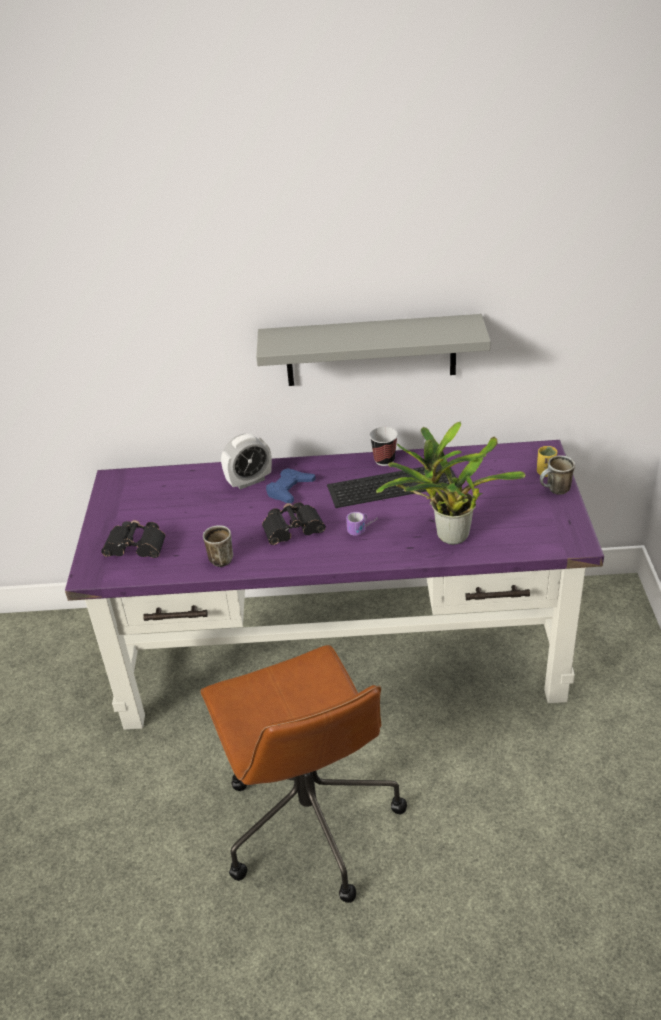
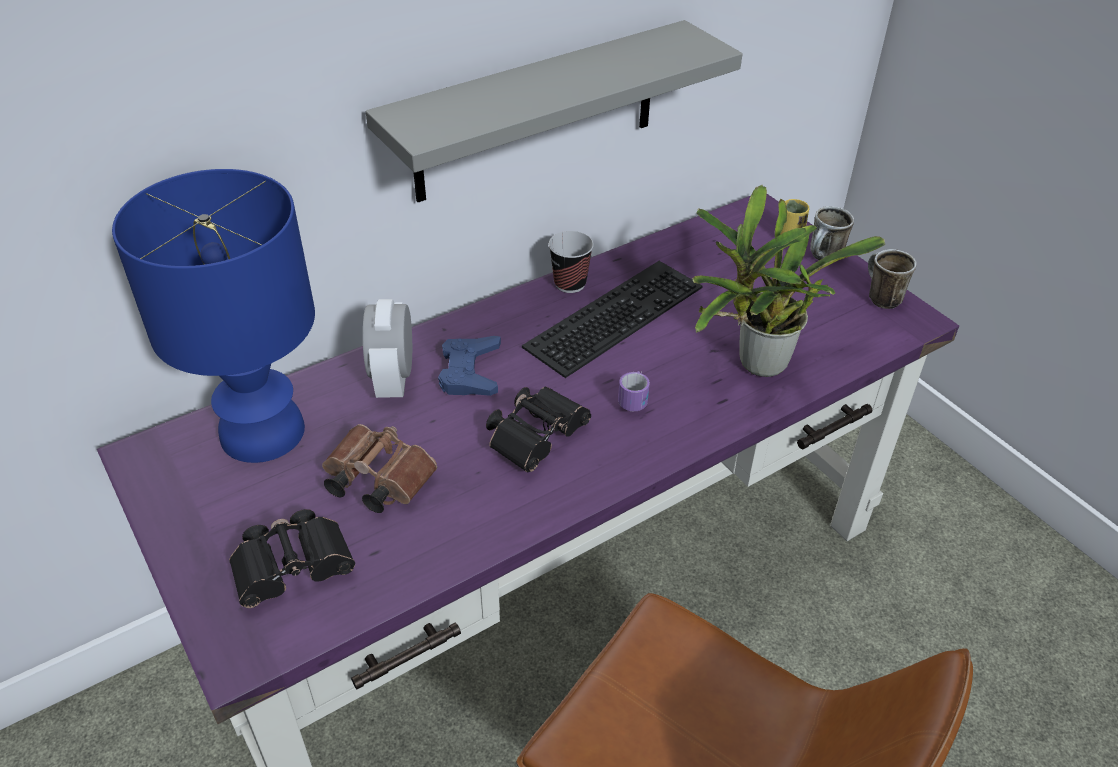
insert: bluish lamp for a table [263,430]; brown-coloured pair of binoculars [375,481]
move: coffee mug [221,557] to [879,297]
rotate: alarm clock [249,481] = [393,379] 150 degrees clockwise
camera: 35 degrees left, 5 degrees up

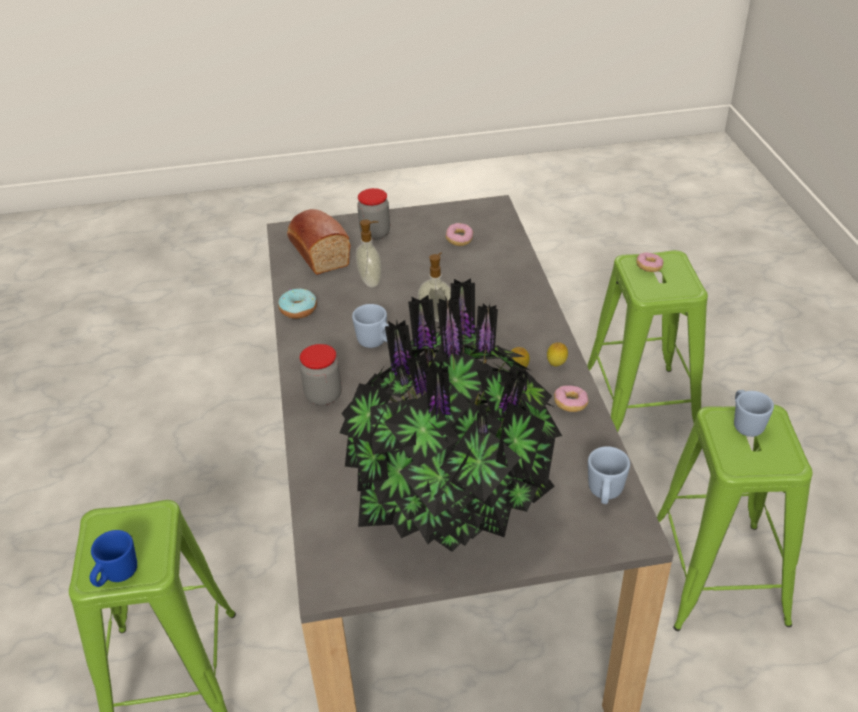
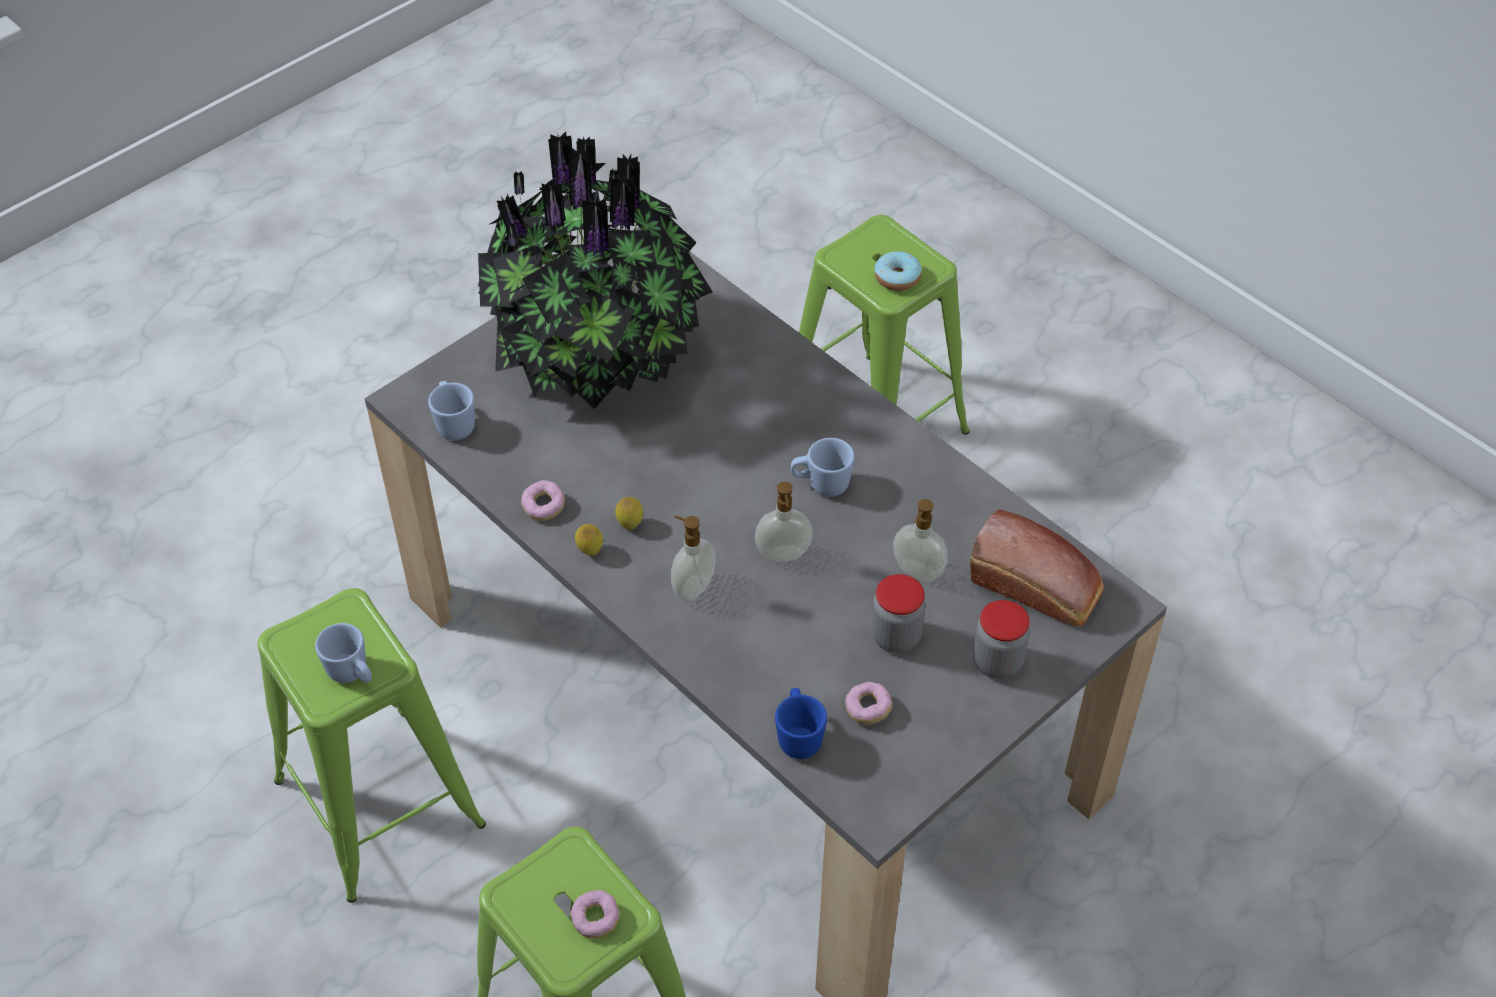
insert: soap dispenser [692,587]
move: bluish coffee mug [116,576] to [798,736]; donut [298,309] to [897,278]; jar [323,396] to [895,636]
camera: 145 degrees right, 10 degrees up

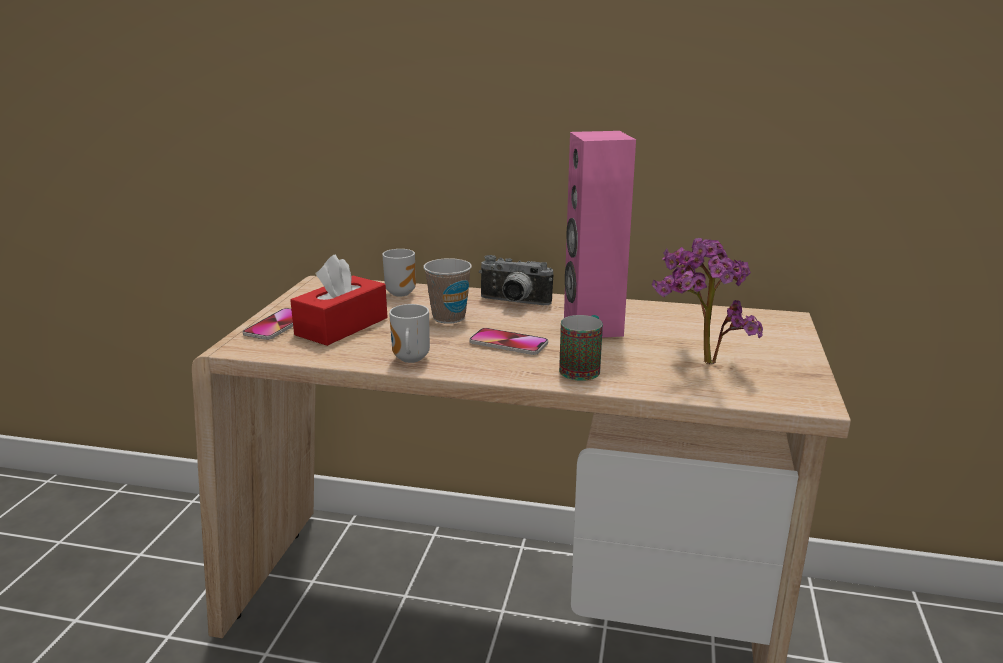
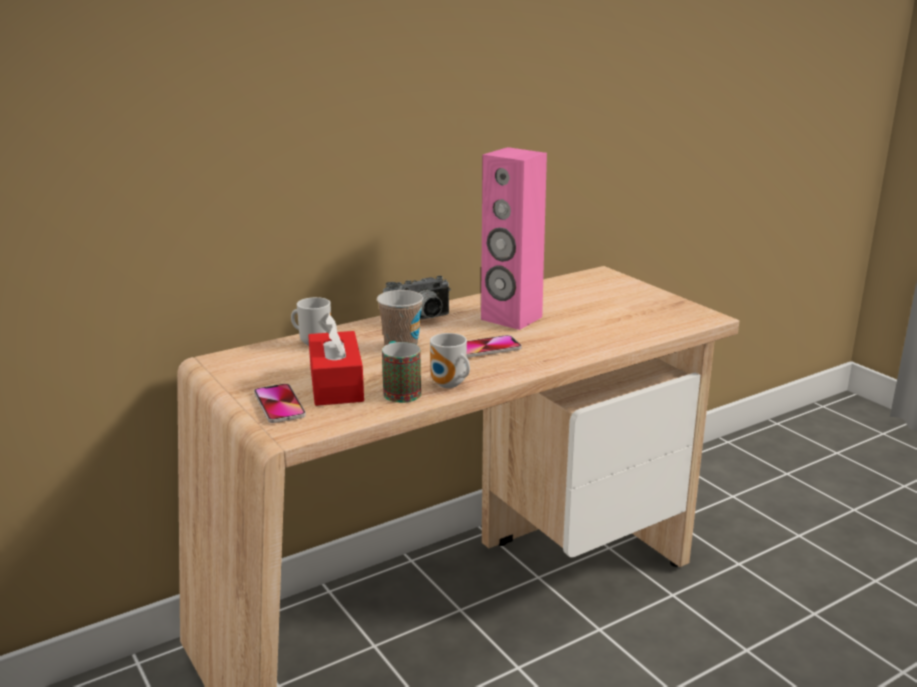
delete: plant in a pot [699,363]
move: coffee mug [583,368] to [400,391]
camera: 45 degrees left, 0 degrees up

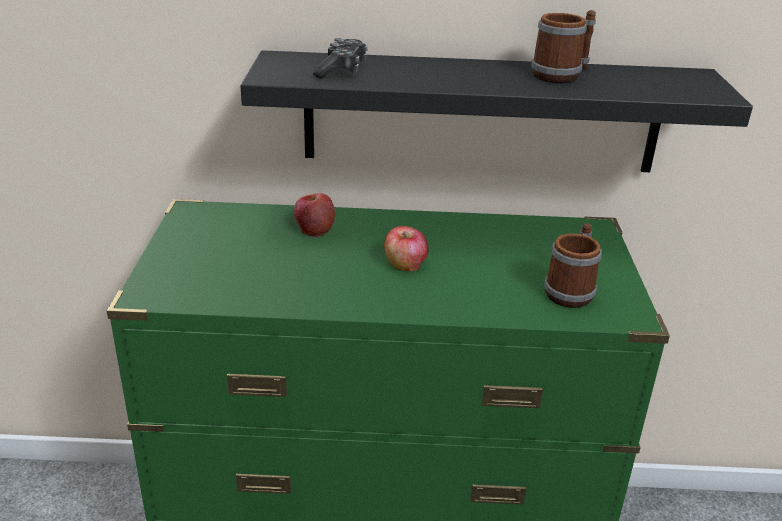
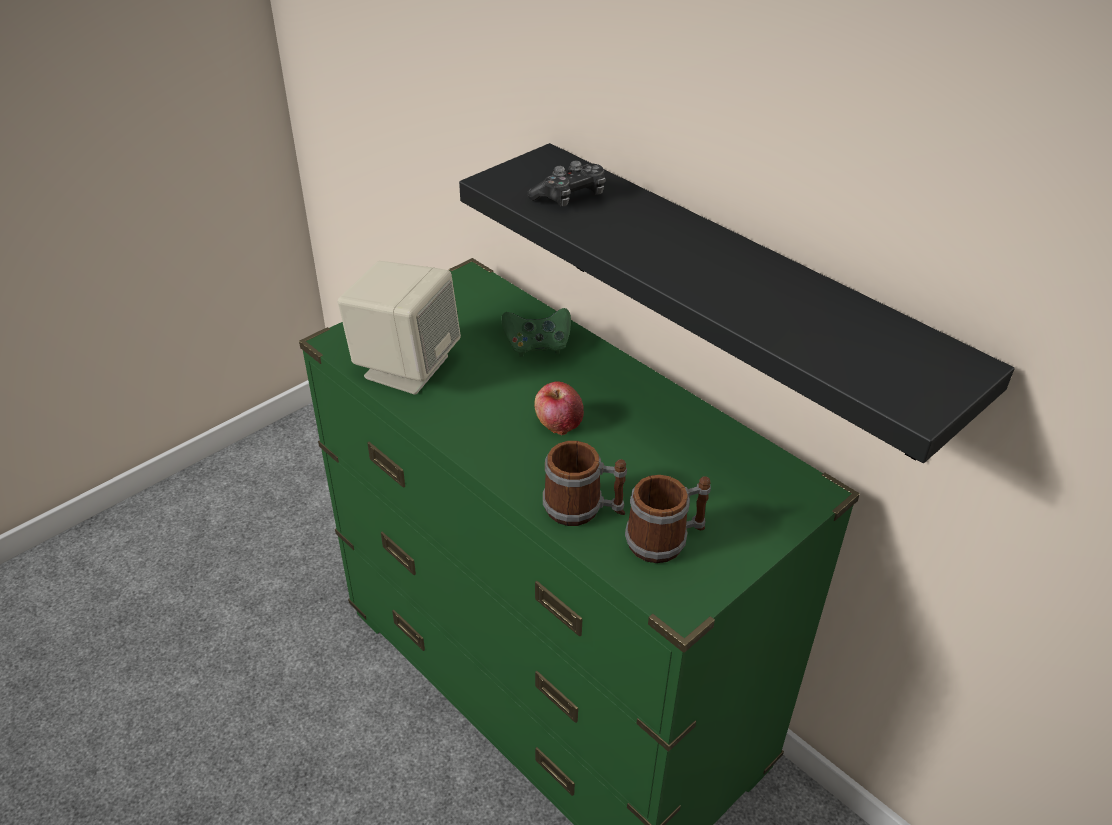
insert: beige audio speaker [405,366]
move: coffee mug [562,75] to [583,509]
replace: whole apple [314,229] to greenish game controller [537,345]
camera: 45 degrees right, 10 degrees up

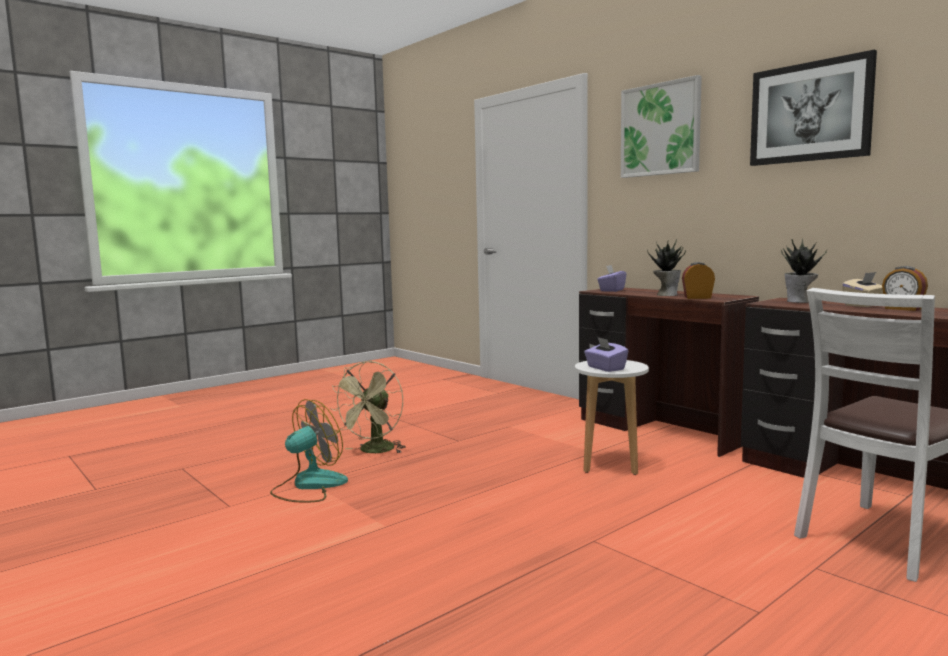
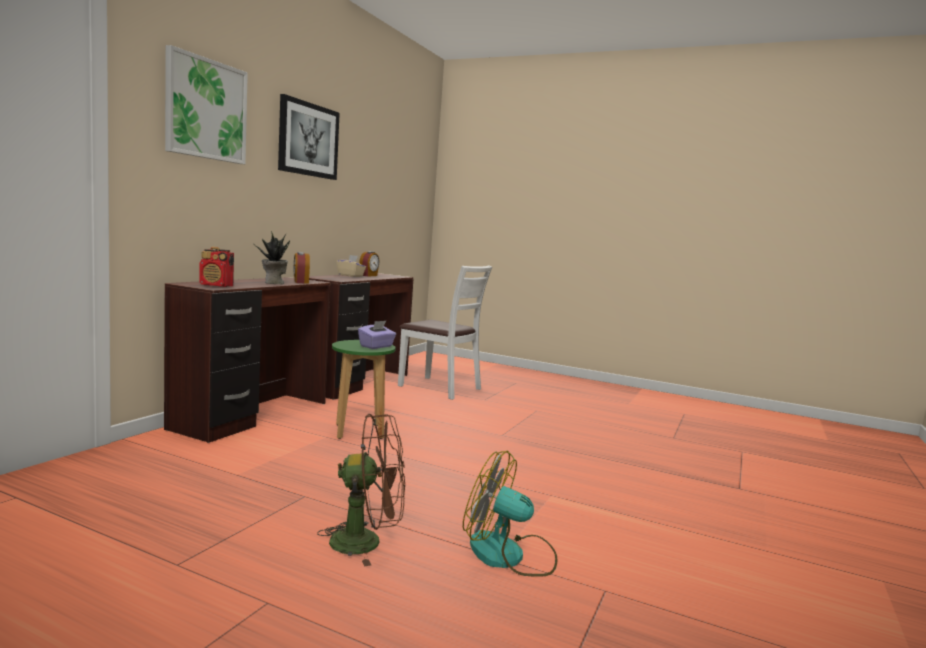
delete: plant in a pot [799,301]
replace: purplish box of tissues [611,290] to radio set [216,285]
recolor: greenish electric fan [374,451] to brown-coloured electric fan [367,542]; white-coloured stool [610,465] to greenish stool [359,431]
camera: 115 degrees left, 0 degrees up

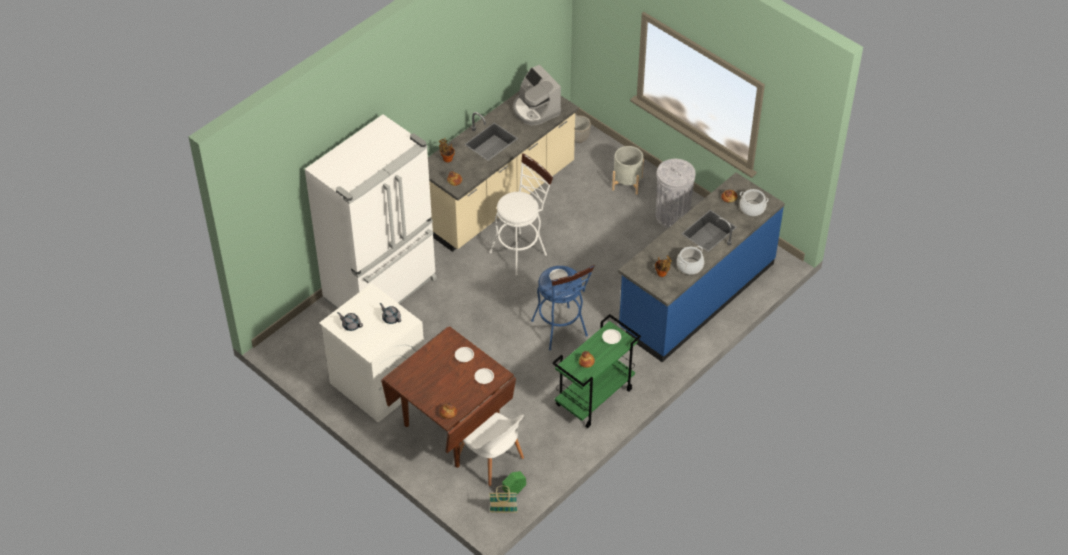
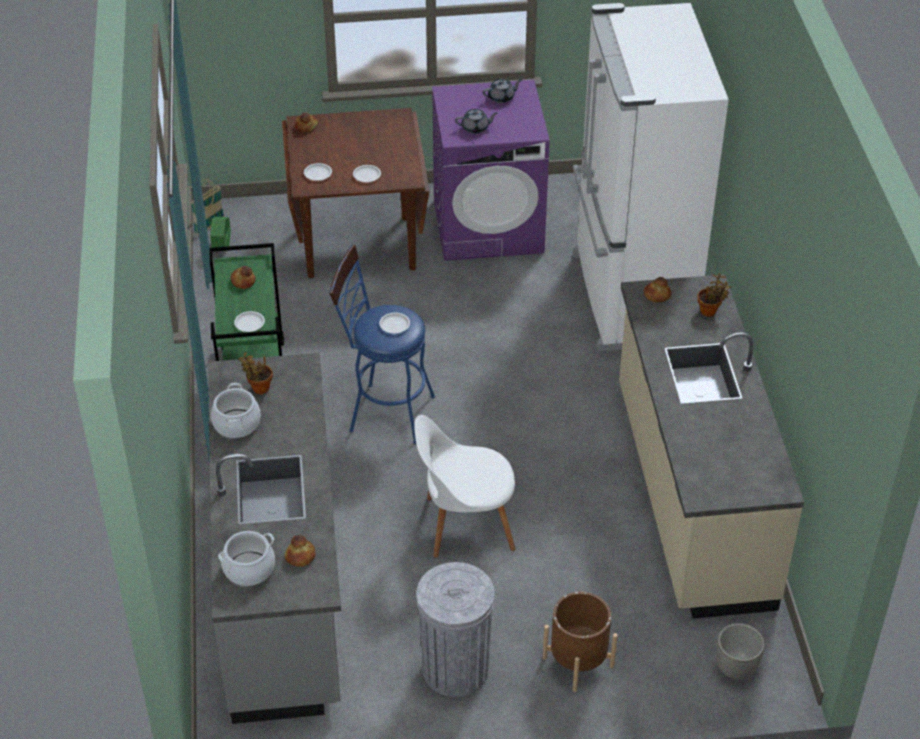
delete: white-coloured stool [521,251]; coffee maker [535,109]
move: white-coloured plain chair [491,460] to [465,524]
recolor: white-coloured laundry machine [377,383] to purplish laundry machine [489,226]; gray planter [627,183] to brown-coloured planter [578,662]; bluish kitchen counter [696,296] to gray kitchen counter [282,585]
camera: 130 degrees right, 5 degrees down

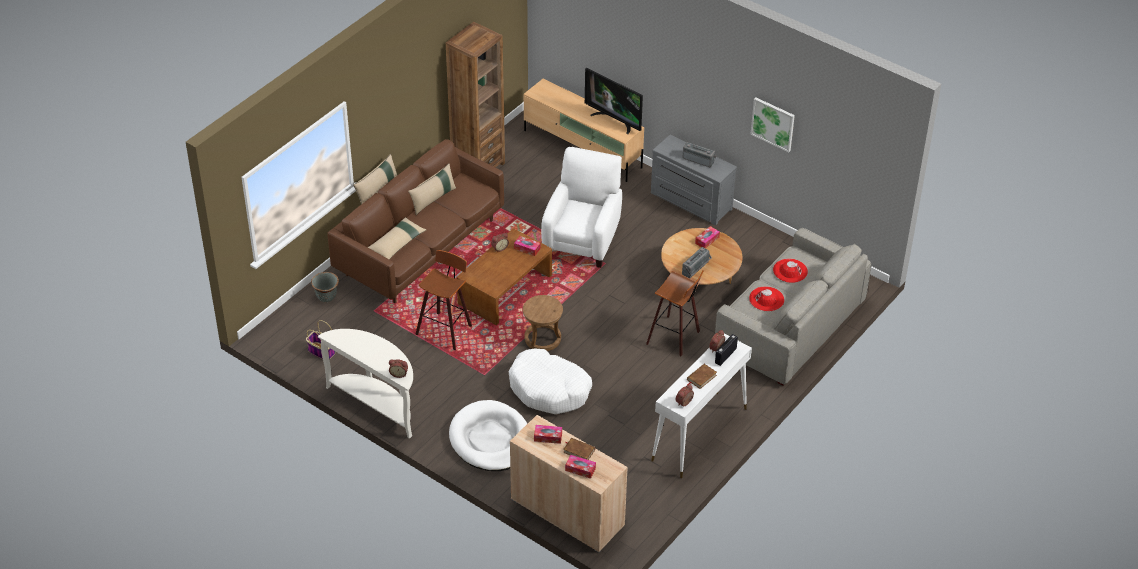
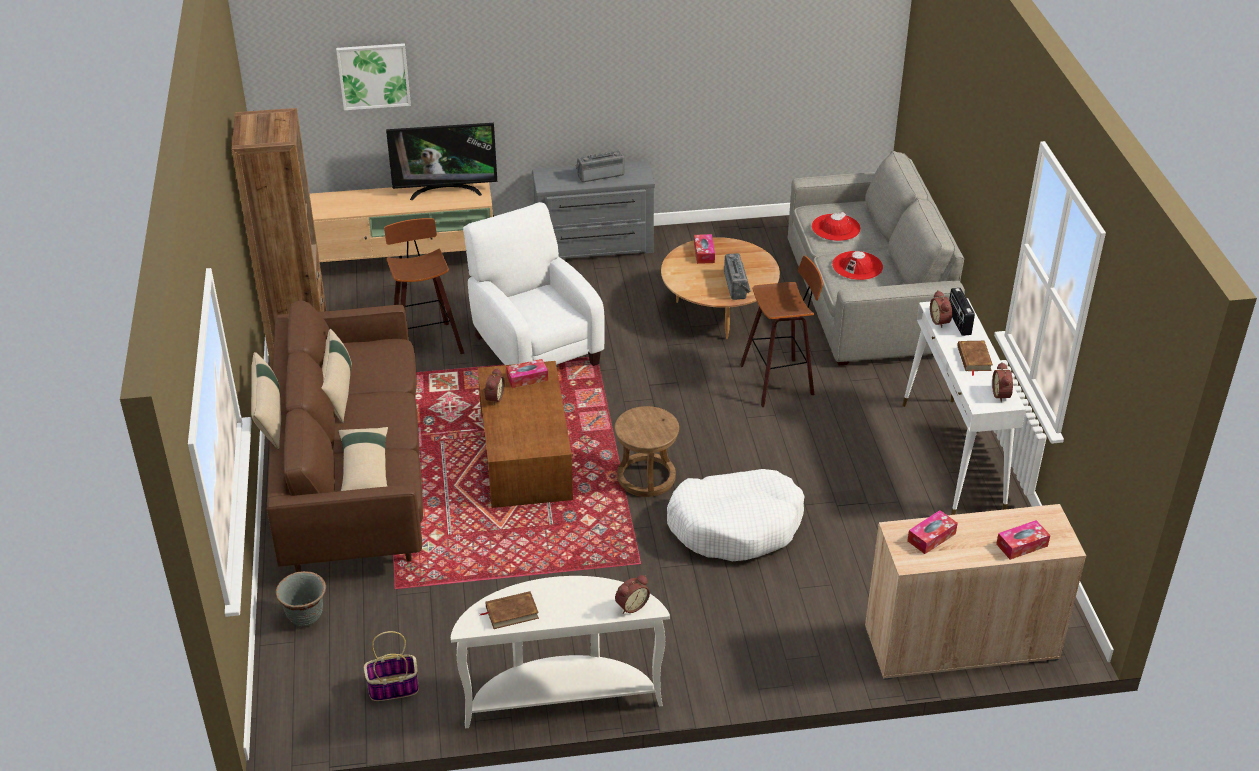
delete: white-coloured dog bed [490,439]
move: stool [445,329] to [424,342]; brown-coloured book [579,451] to [511,612]; wall picture [773,124] to [374,76]
camera: 45 degrees left, 5 degrees down

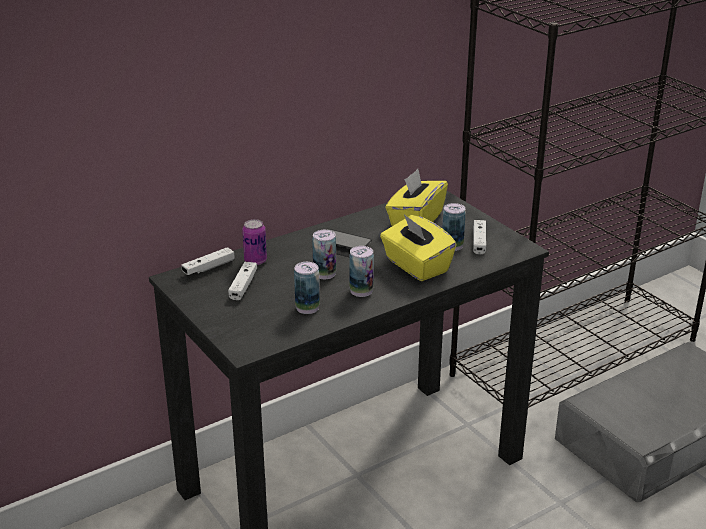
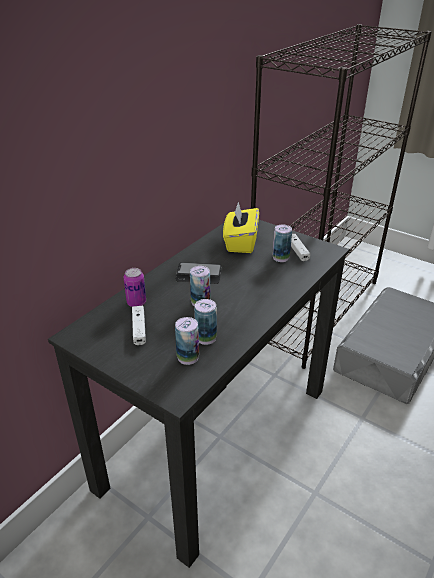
delete: white-coloured game controller [208,268]; yellowish box of tissues [416,266]
move: can [361,291] to [188,357]
camera: 20 degrees left, 5 degrees up

